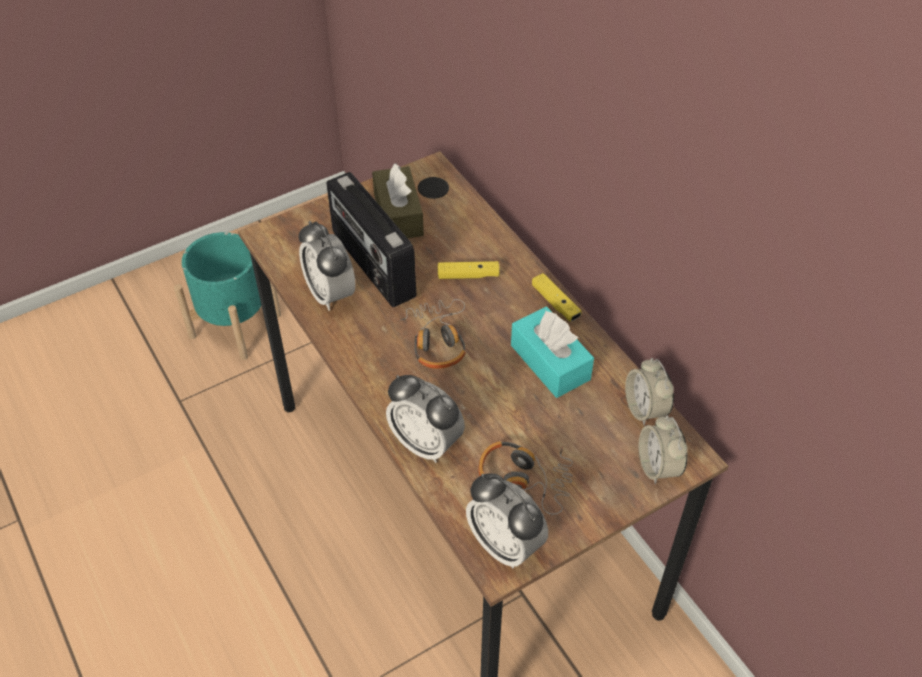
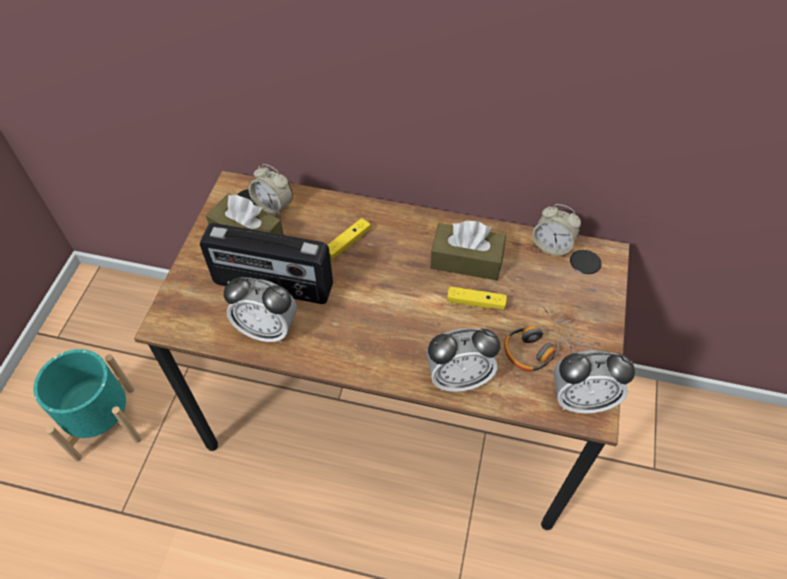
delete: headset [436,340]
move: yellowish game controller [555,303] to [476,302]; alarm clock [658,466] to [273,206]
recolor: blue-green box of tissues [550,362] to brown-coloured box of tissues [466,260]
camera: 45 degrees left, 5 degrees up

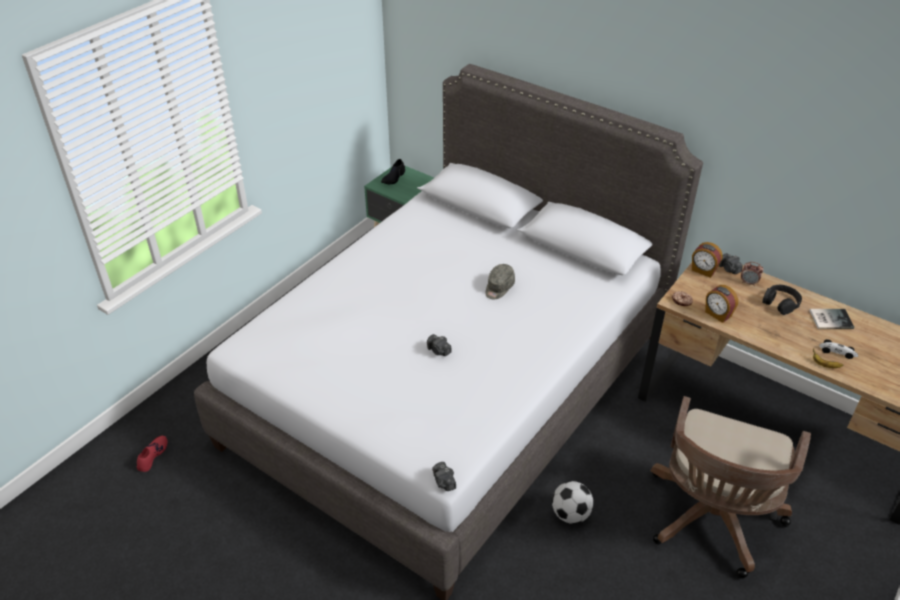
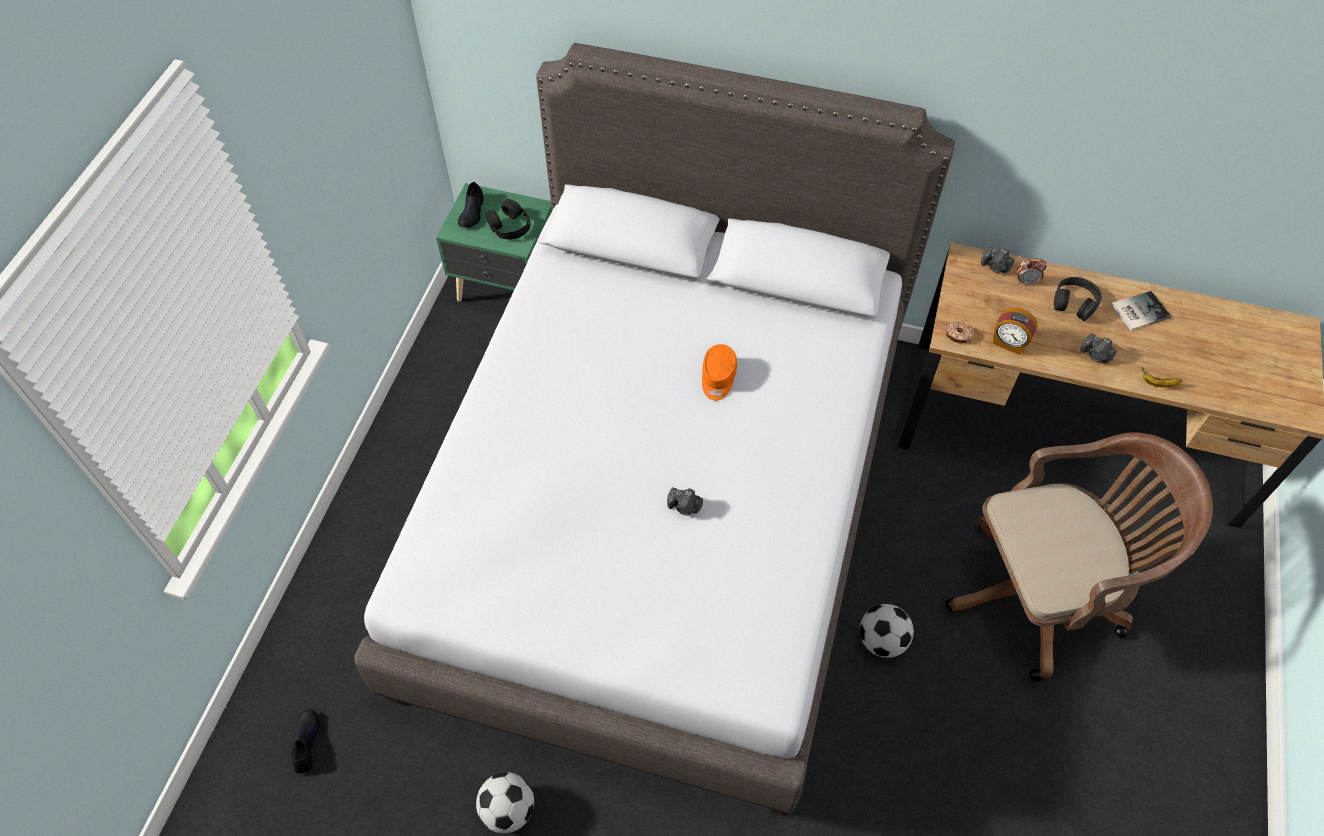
delete: alarm clock [703,271]; miniature car [837,352]
insert: football ball [508,809]; blackish headset [510,226]
move: still camera [444,482] to [1095,355]
recolor: reddish low shoe [152,455] to blackish low shoe [305,742]; gray baseball cap [499,288] to orange-coloured baseball cap [718,378]
rotate: brown-coloured office chair [711,521] = [1043,594] 105 degrees counterclockwise
camera: 20 degrees left, 15 degrees up

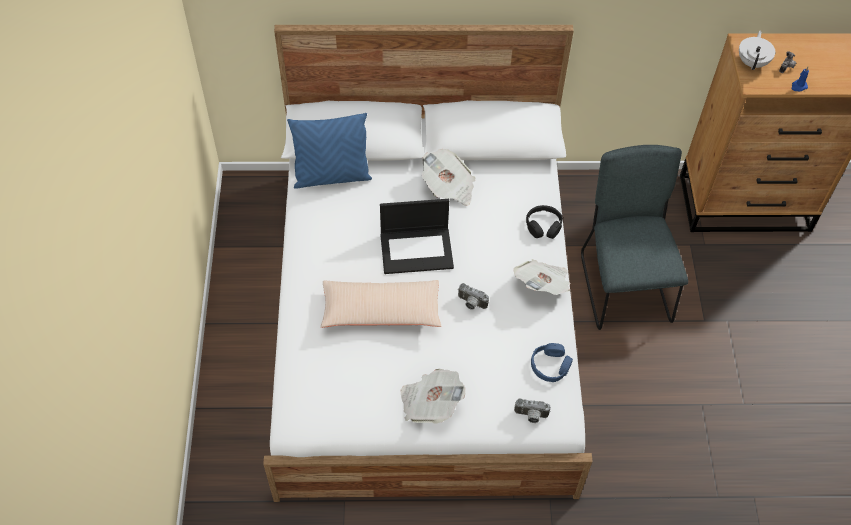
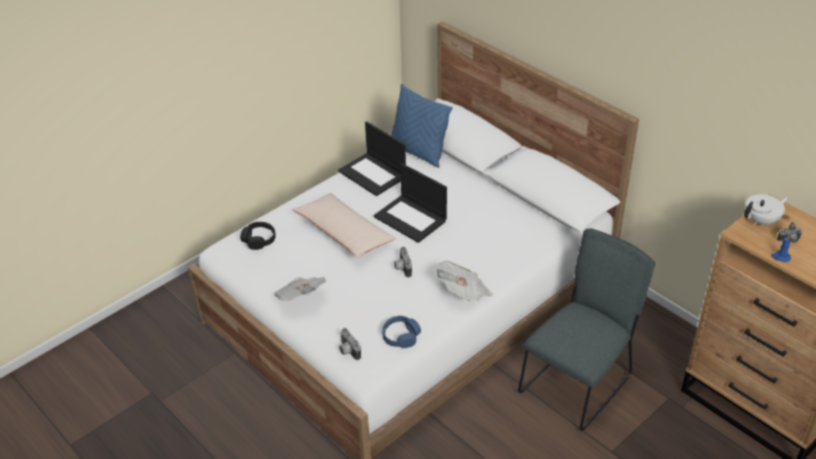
delete: newspaper [448,187]
insert: laptop [373,174]
move: blackish headset [543,226] to [259,239]
camera: 50 degrees right, 15 degrees down

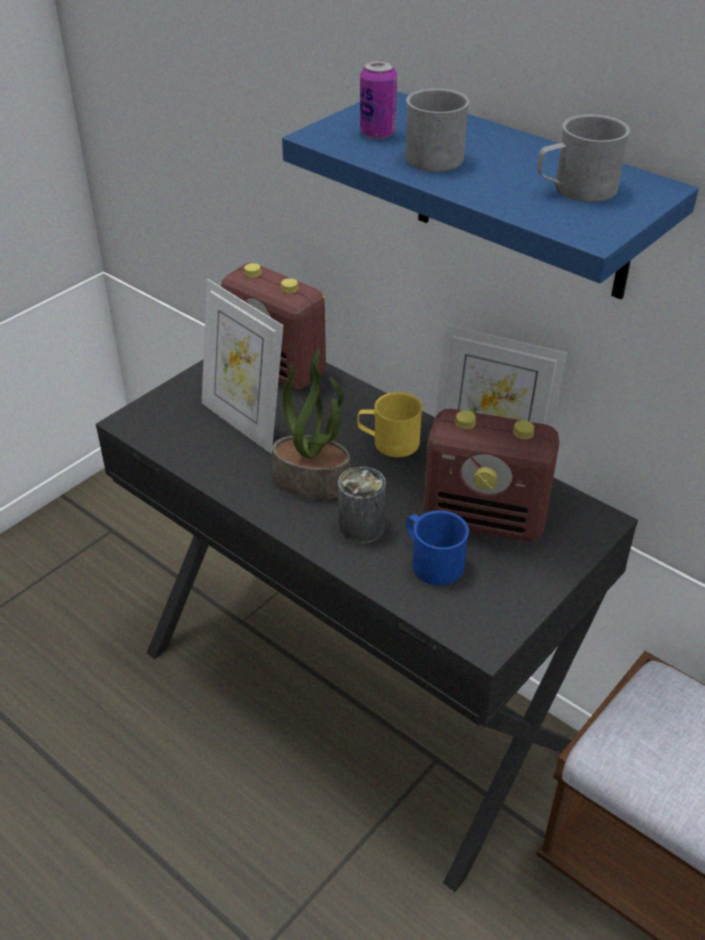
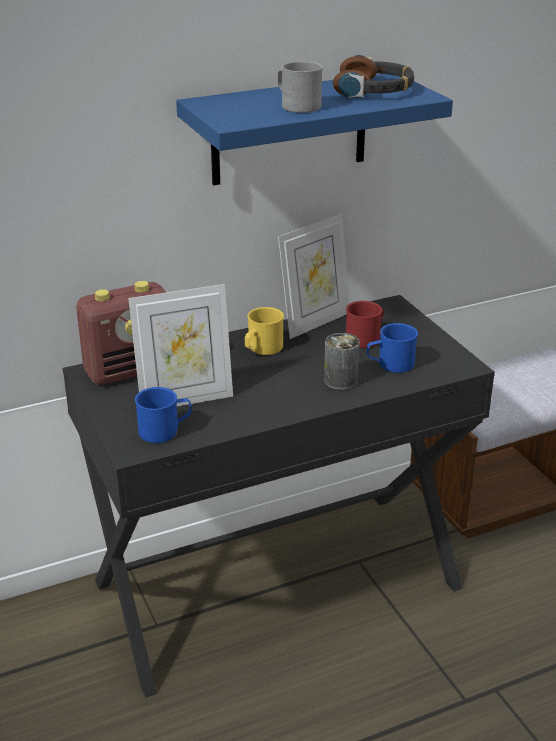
delete: plant in a pot [313,481]; can [377,133]
insert: bluish coffee mug [165,430]
replace: radio set [485,520] to reddish coffee mug [366,337]; gray coffee mug [575,190] to headset [374,90]
camera: 65 degrees left, 10 degrees down

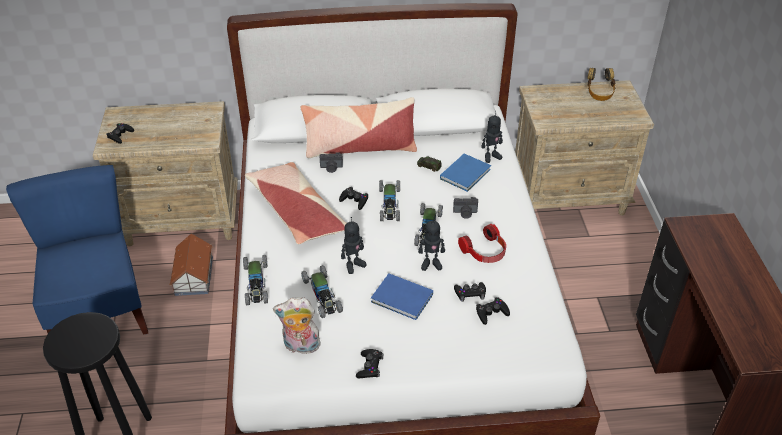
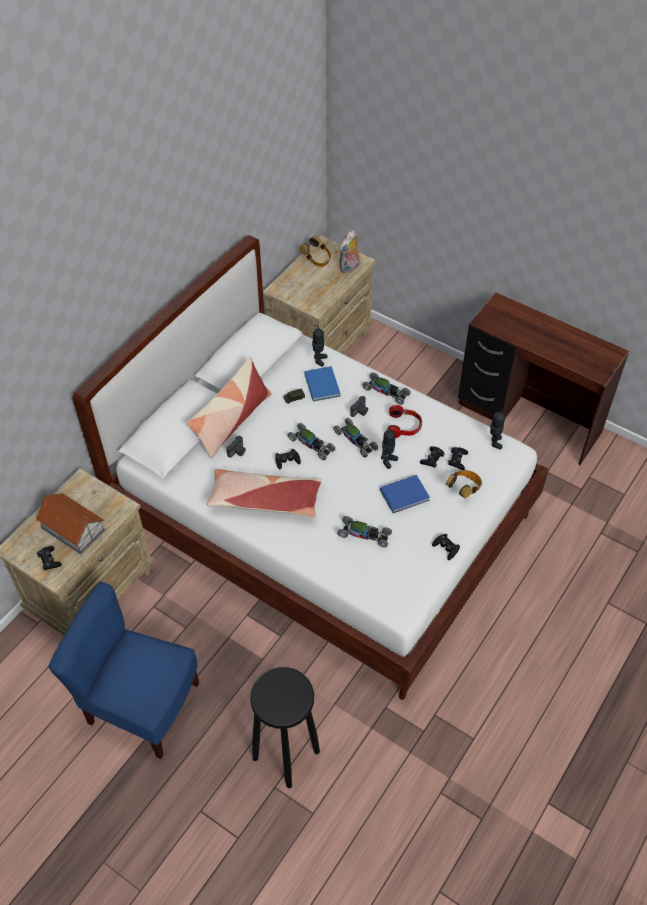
insert: headset [464,489]
move: model house [194,275] to [73,528]; miniature car [256,284] to [386,391]; plush toy [300,347] to [349,268]; toy robot [353,265] to [494,442]
camera: 50 degrees left, 10 degrees up

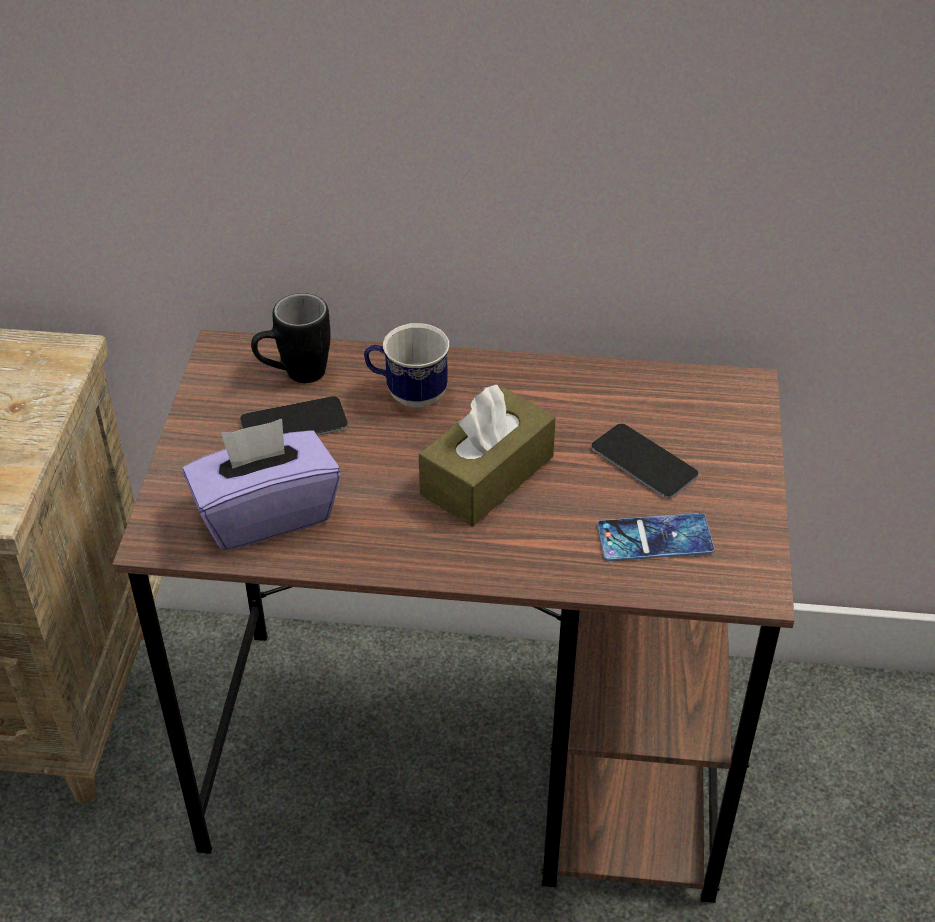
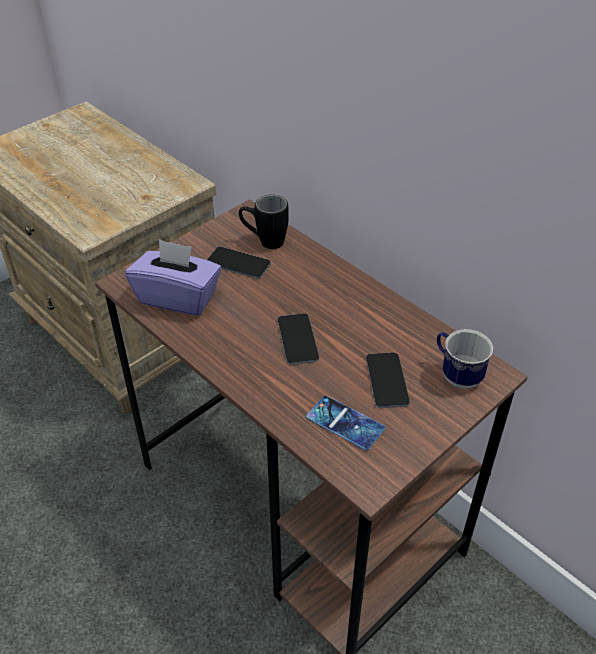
move: coffee mug [408,394] to [456,374]
replace: brown-coloured box of tissues [487,475] to telephone [297,339]
camera: 40 degrees right, 0 degrees up

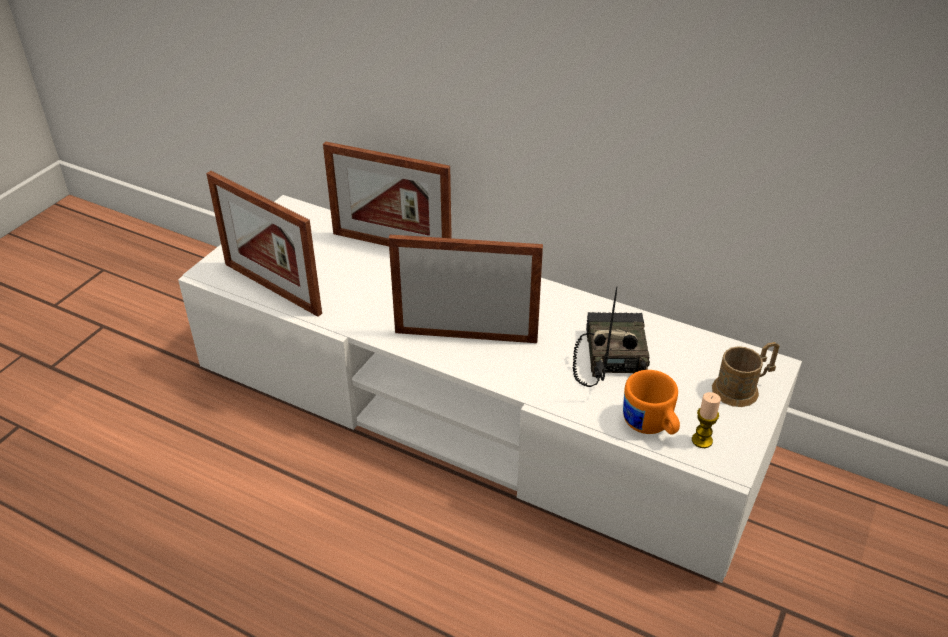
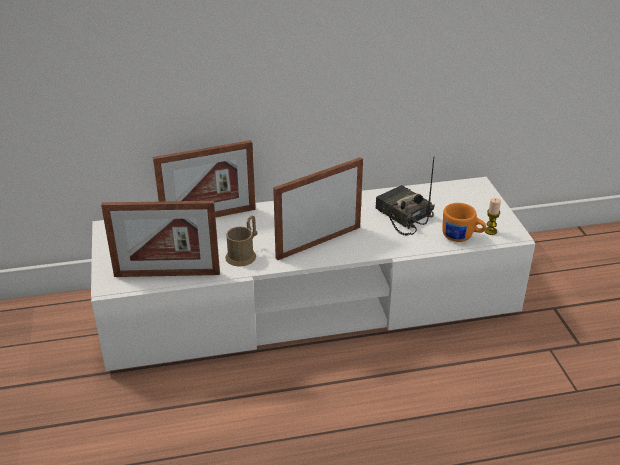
move: brown-coloured coffee mug [742,389] to [243,254]
camera: 40 degrees left, 5 degrees down

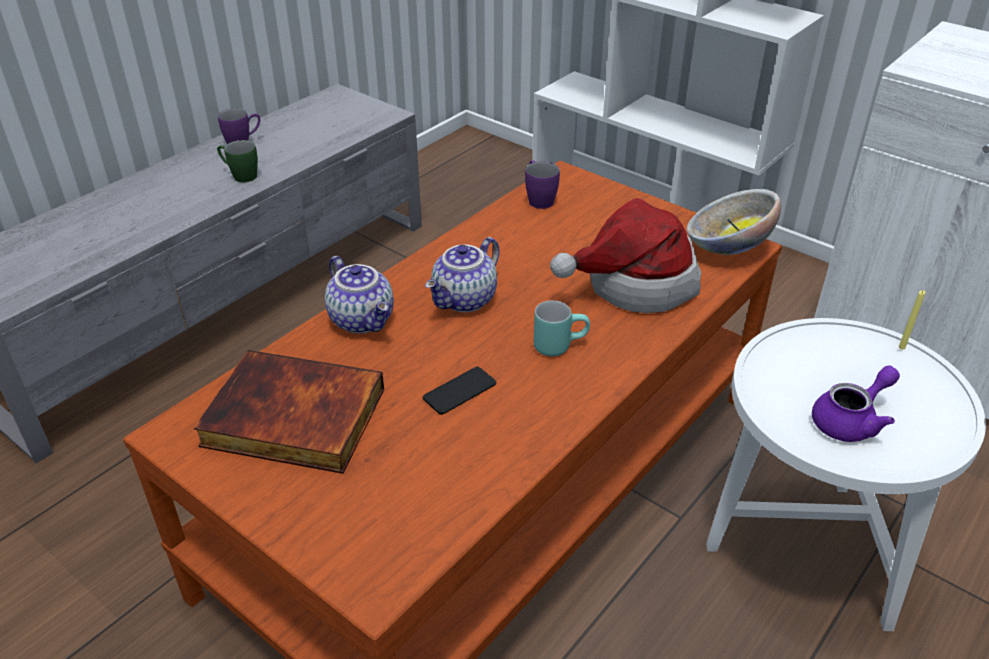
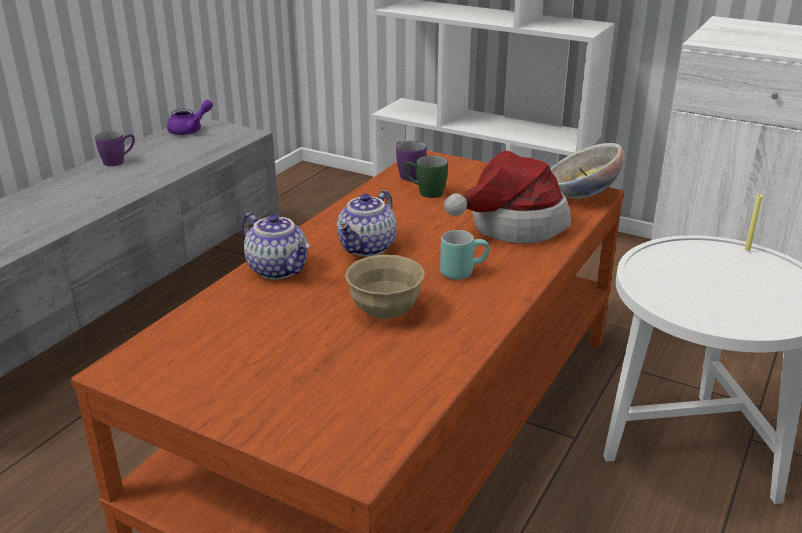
delete: book [292,419]
move: greenish coffee mug [240,175] to [425,192]; purplish pot for tea [851,421] to [190,130]
replace: telephone [459,391] to beige deep dish [385,312]
camera: 10 degrees left, 10 degrees down

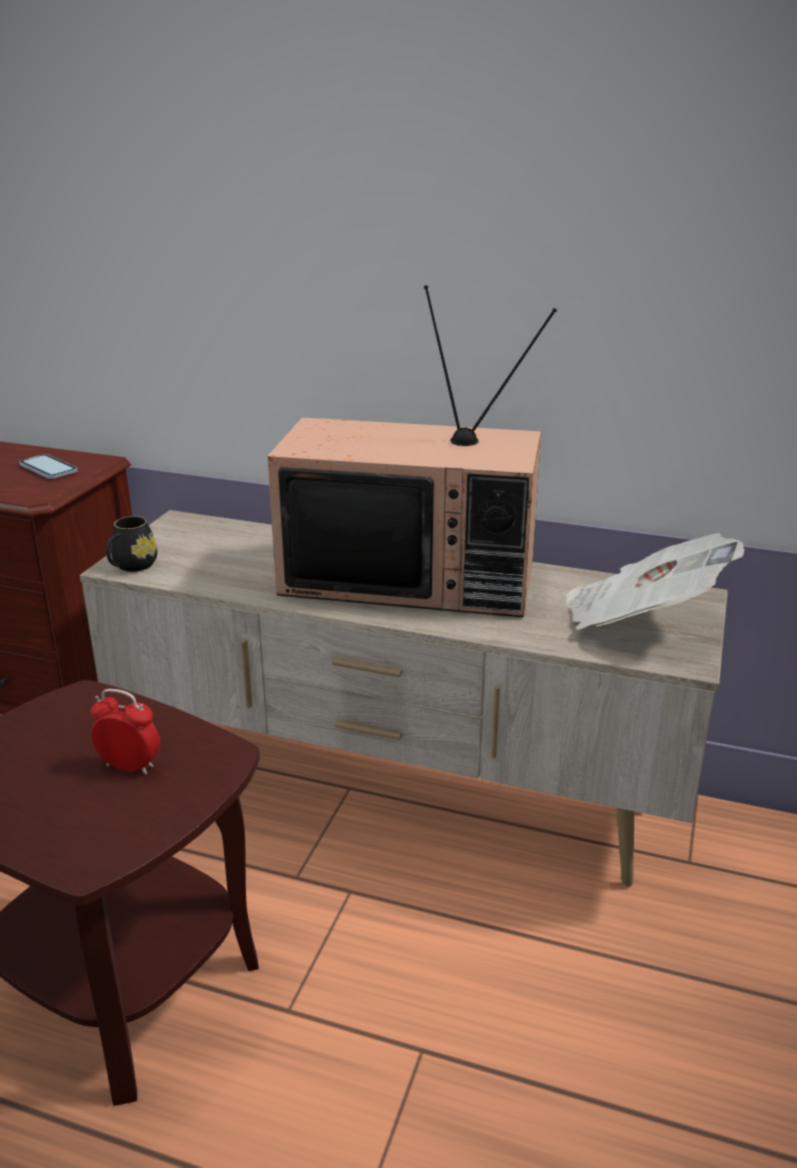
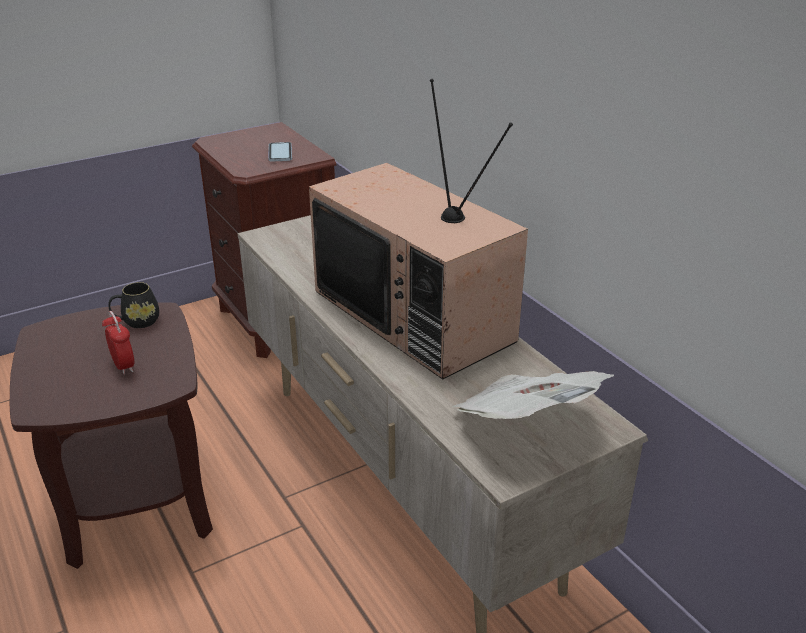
move: blackish coffee mug [131,566] to [136,322]
camera: 40 degrees right, 5 degrees up

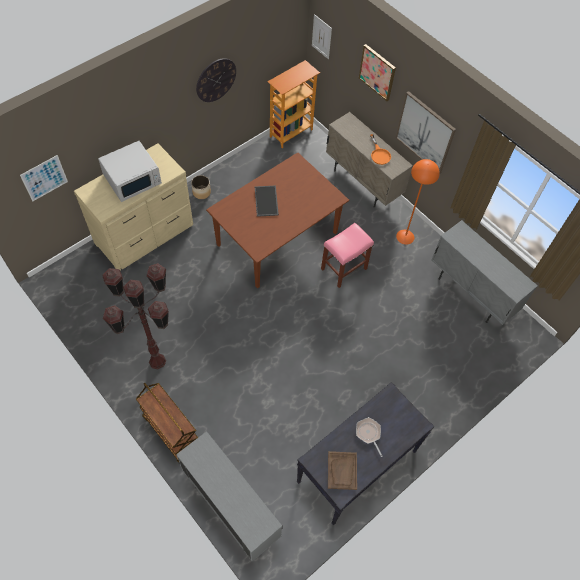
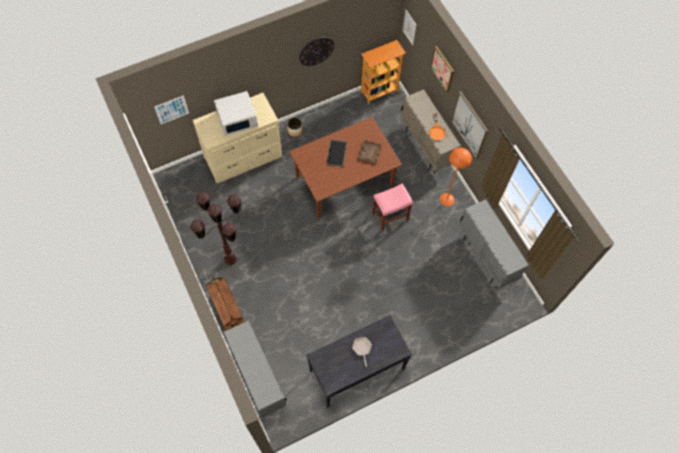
move: brown-coloured tray [342,471] to [369,152]
camera: 15 degrees right, 5 degrees up

